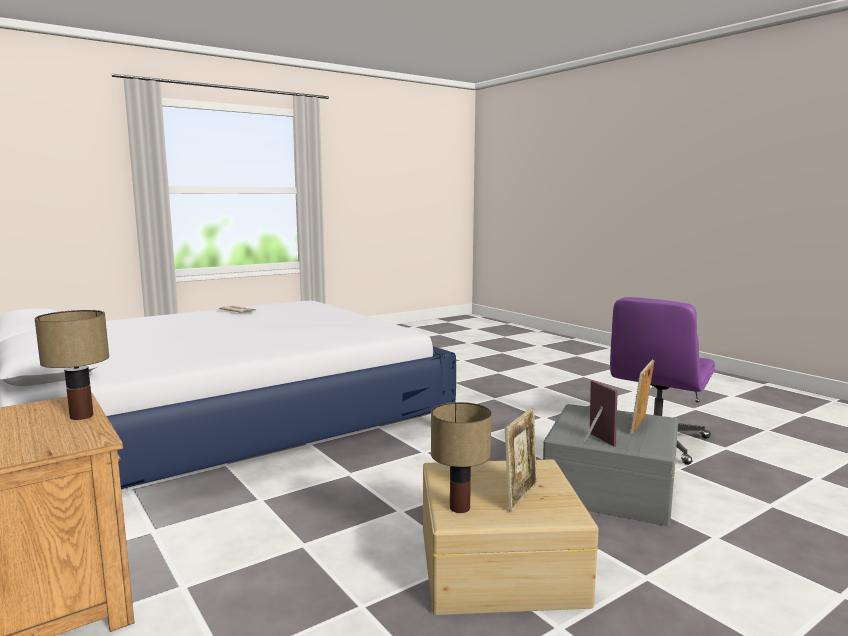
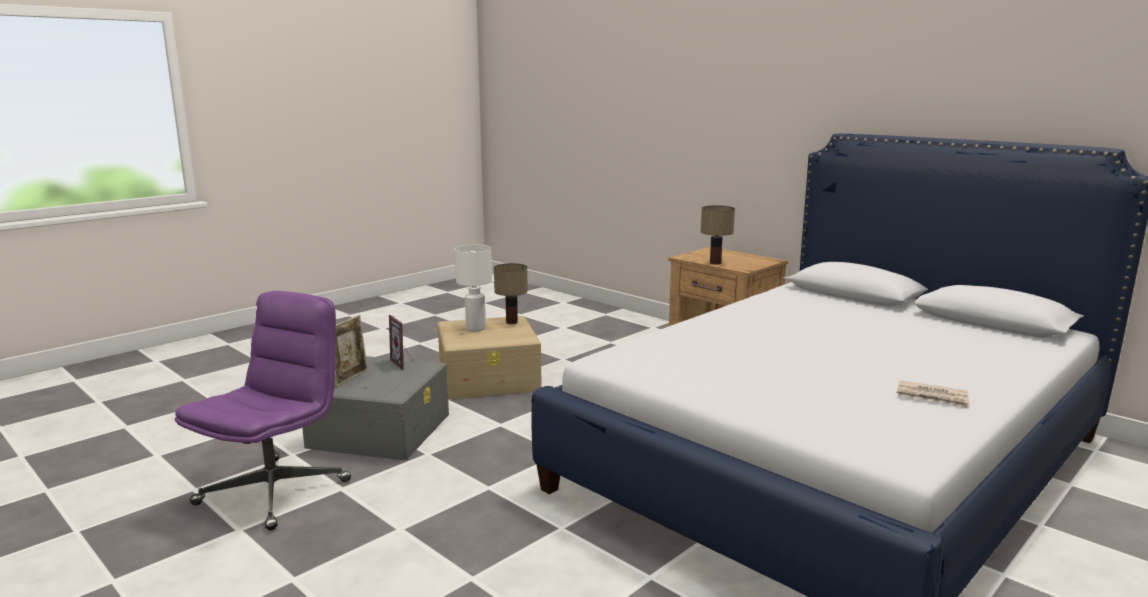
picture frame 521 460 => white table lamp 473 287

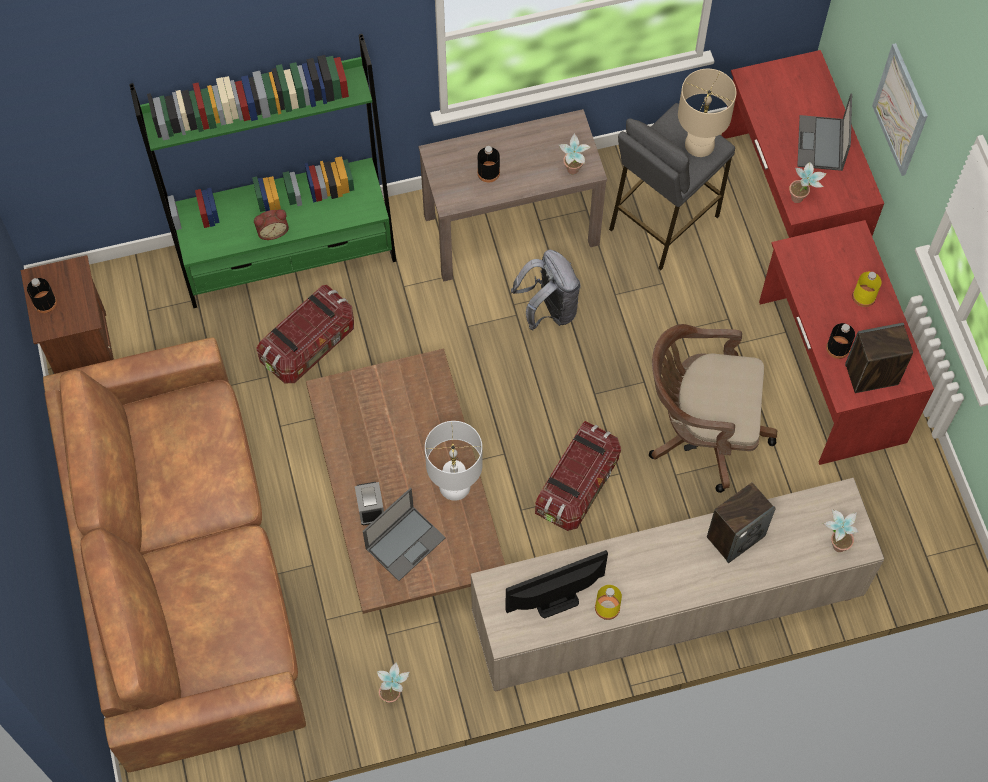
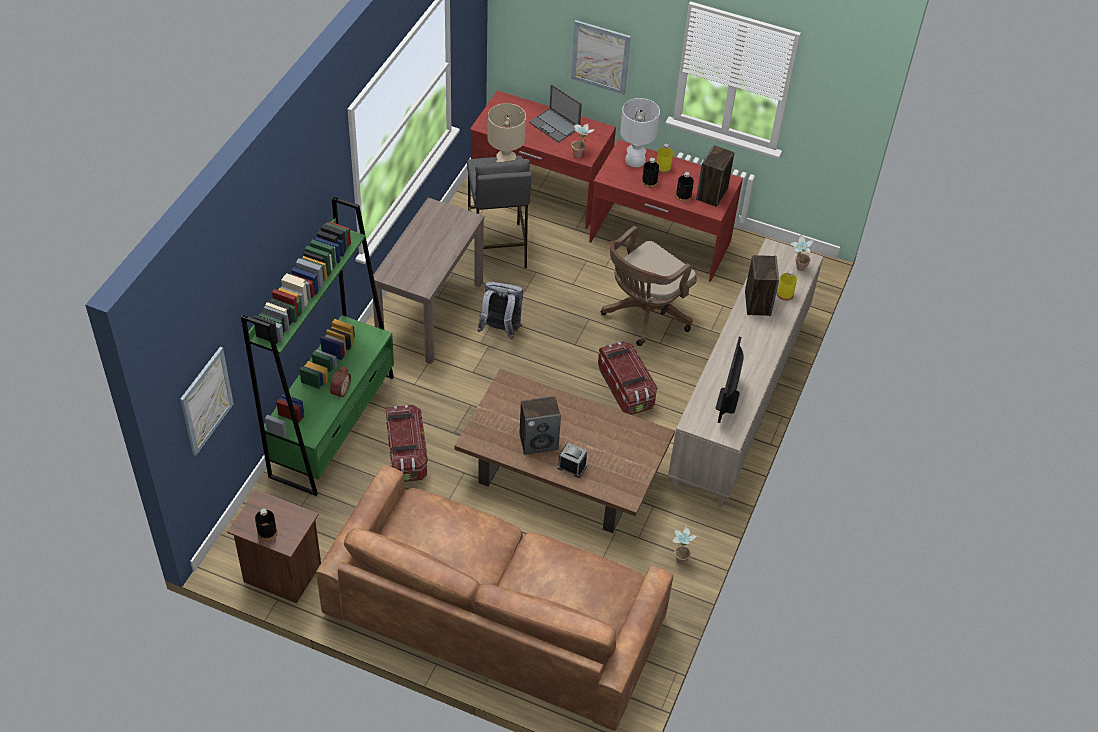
laptop 404 534 => nothing
potted plant 575 154 => nothing
nothing => picture 207 401
nothing => speaker 540 425
white table lamp 454 461 => white table lamp 640 132, shifted
black bottle 488 164 => black bottle 650 173, shifted
yellow bottle 608 602 => yellow bottle 787 285, shifted

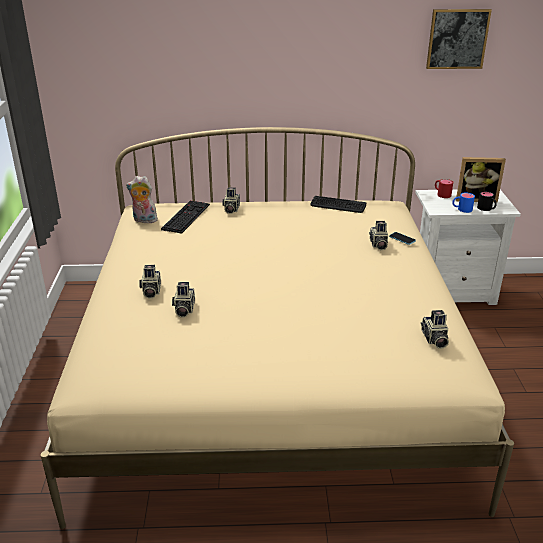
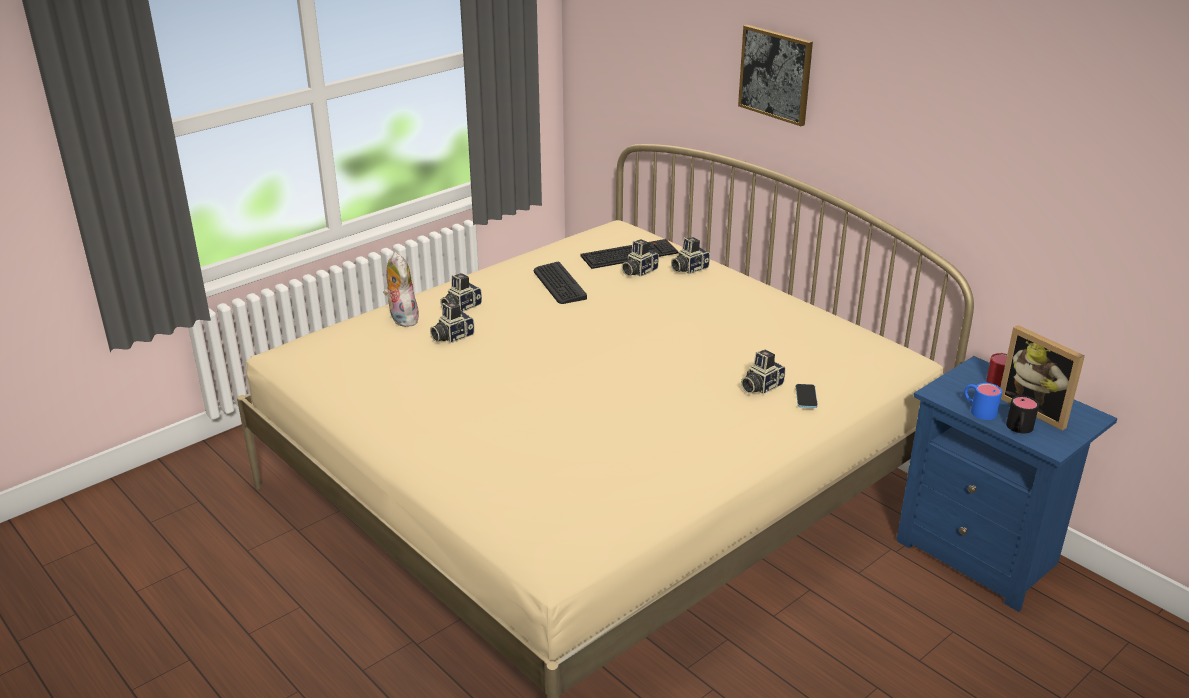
plush toy 142 199 => plush toy 401 289, shifted
keyboard 338 204 => keyboard 560 283, shifted
photo camera 435 329 => photo camera 640 258, shifted
picture 459 39 => picture 775 75, shifted
white nightstand 468 247 => blue nightstand 1007 484

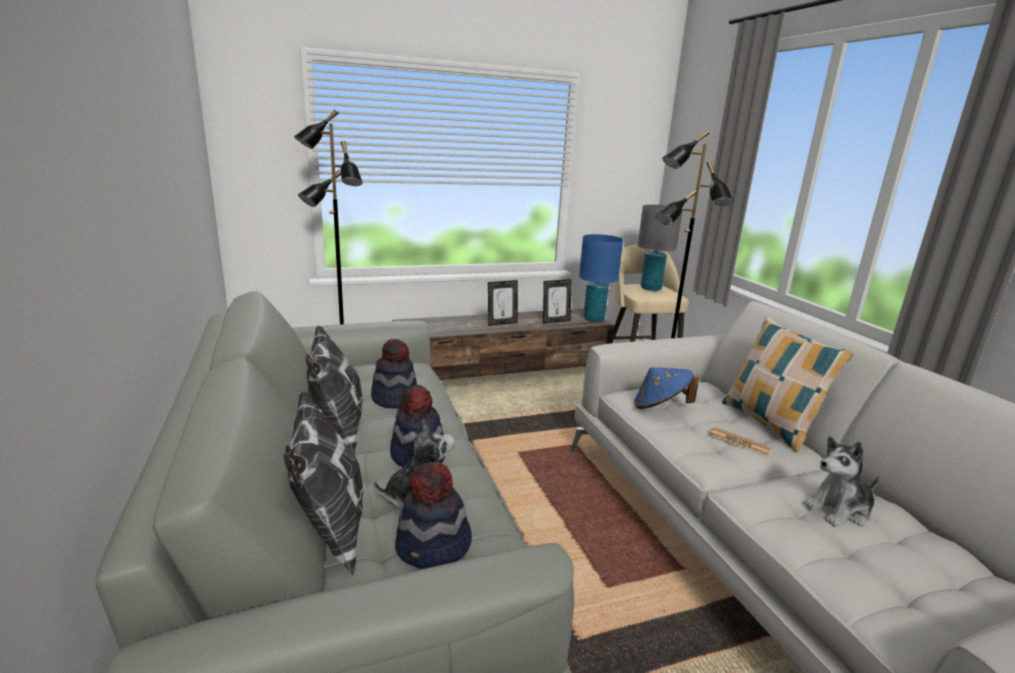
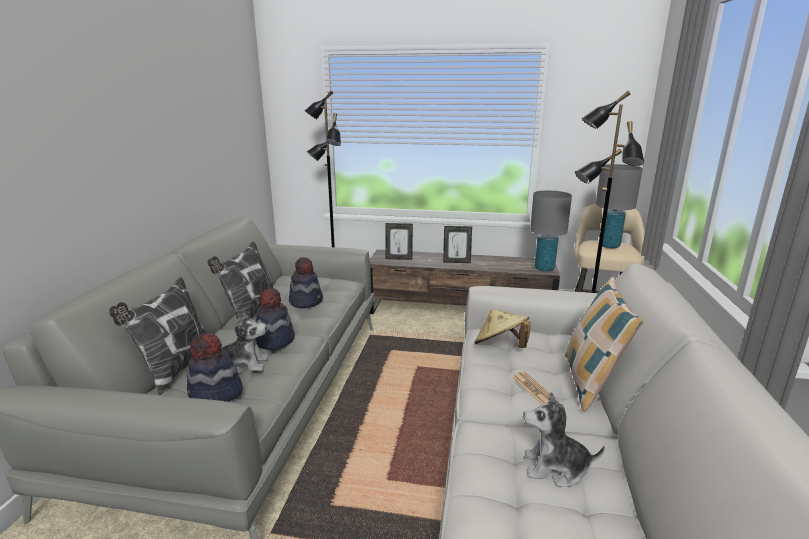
picture frame 557 301 => picture frame 399 241, shifted
blue table lamp 601 278 => grey table lamp 551 231
blue hat 666 388 => beige hat 503 328

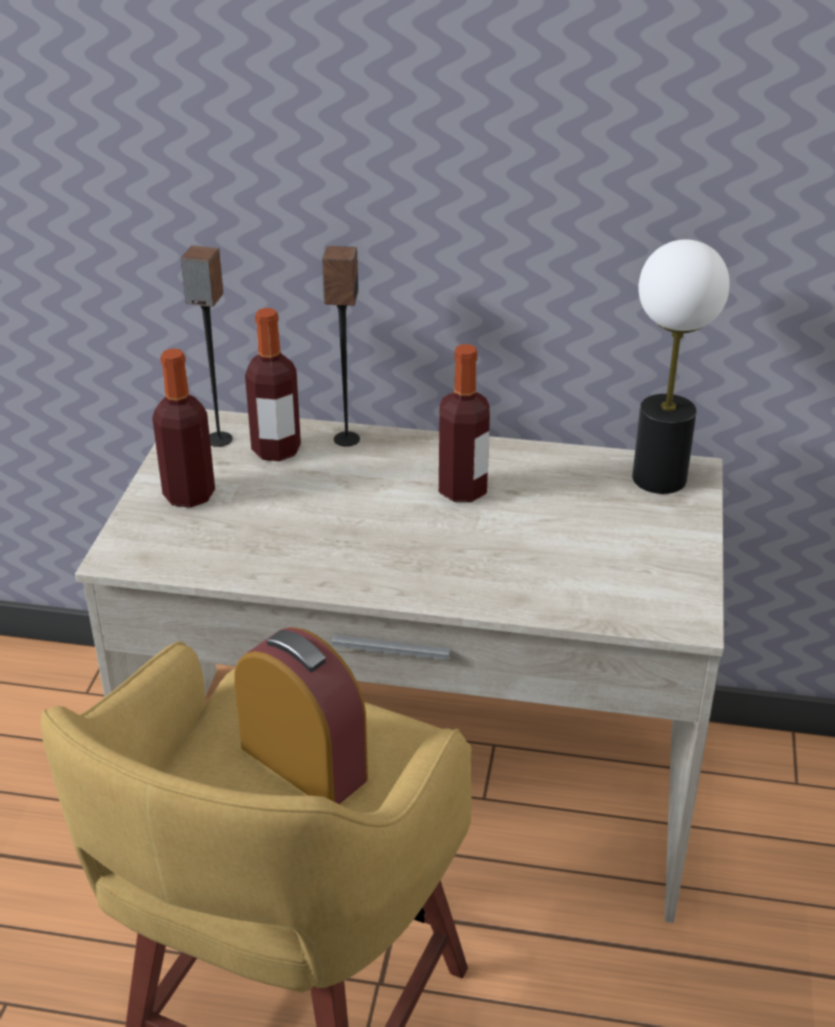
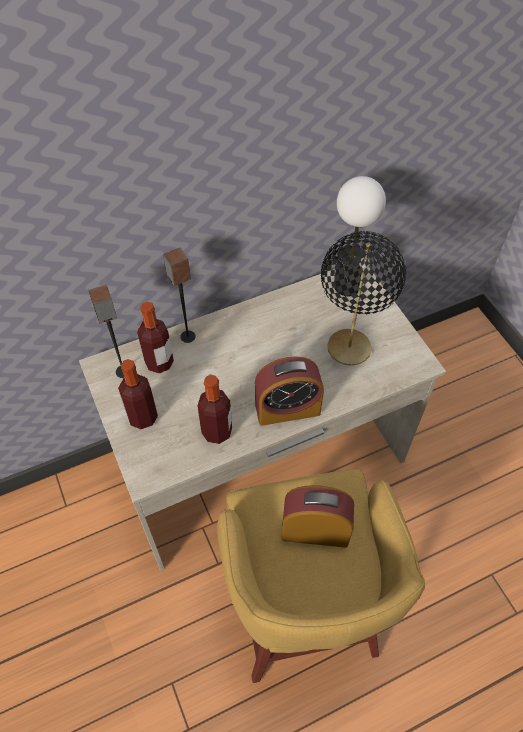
nothing => alarm clock 289 391
nothing => black table lamp 363 298
bottle 464 423 => bottle 214 409, shifted

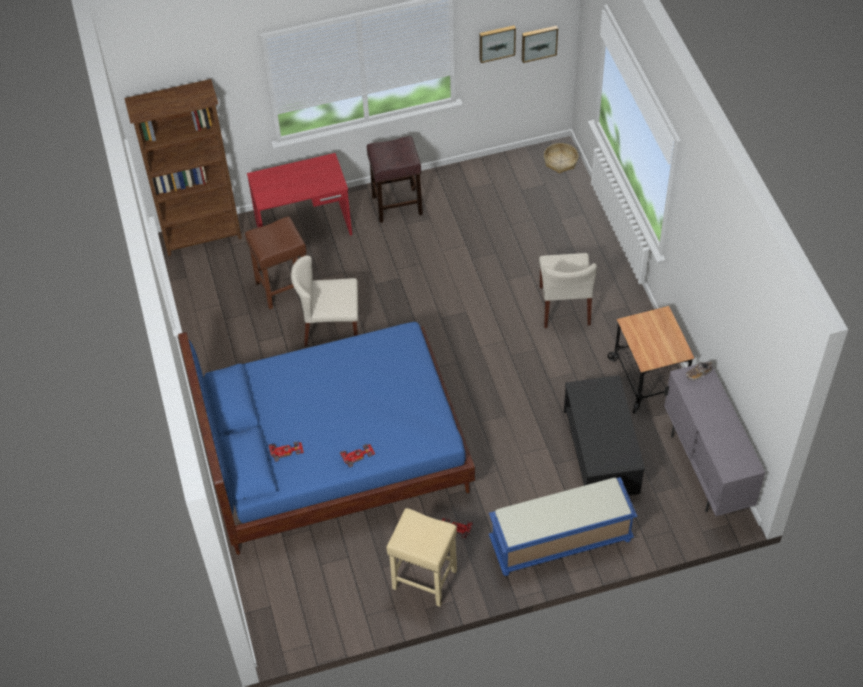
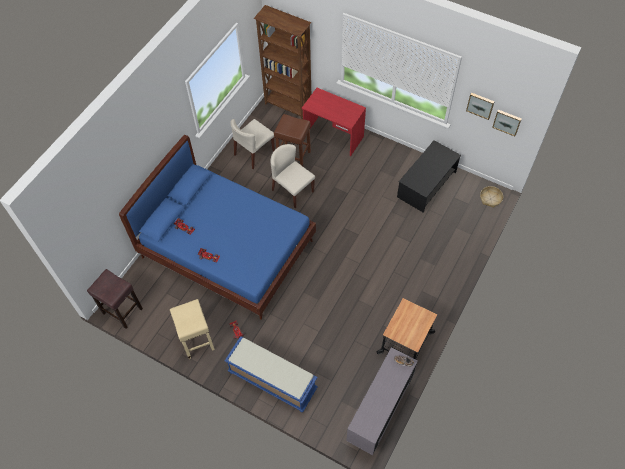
brown stool 395 179 => brown stool 115 299, shifted
beige chair 568 290 => beige chair 252 144, shifted
black coffee table 604 435 => black coffee table 429 176, shifted

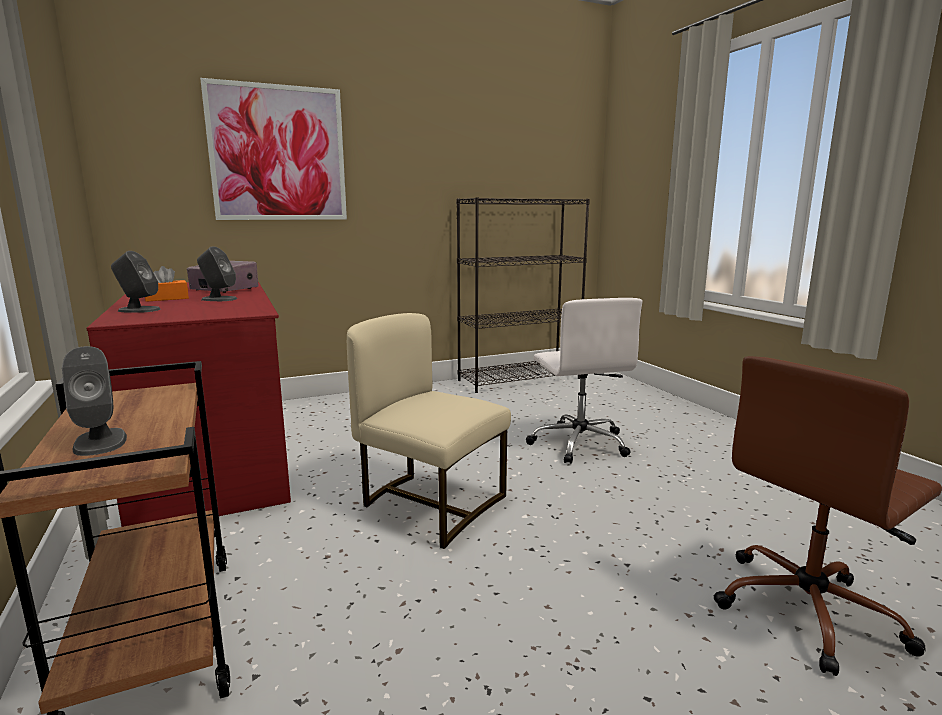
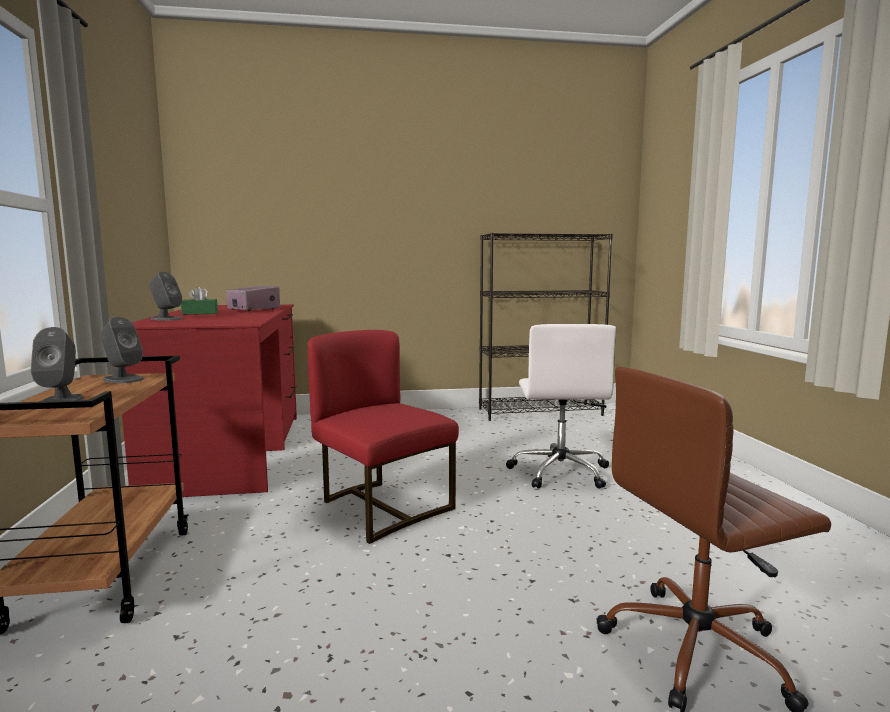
picture 273 149 => nothing
grey speaker 217 273 => grey speaker 122 350, shifted
orange tissue box 167 284 => green tissue box 199 301
beige chair 429 431 => red chair 383 437

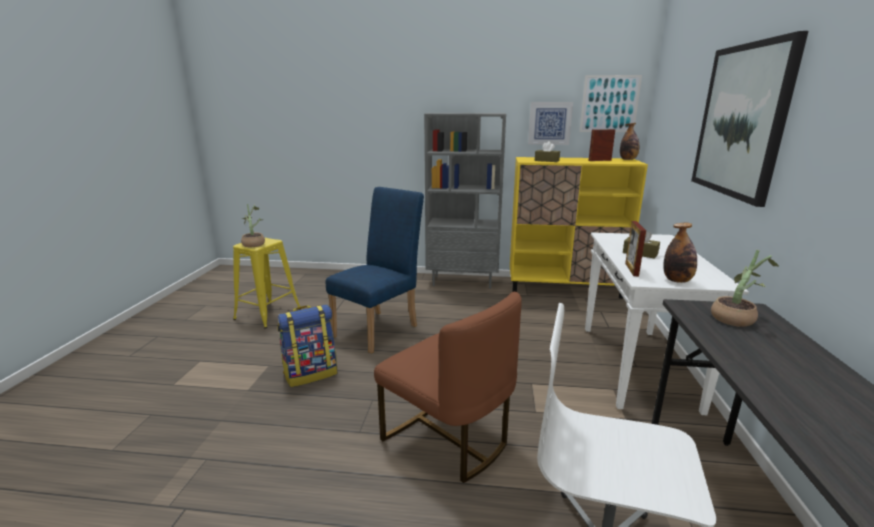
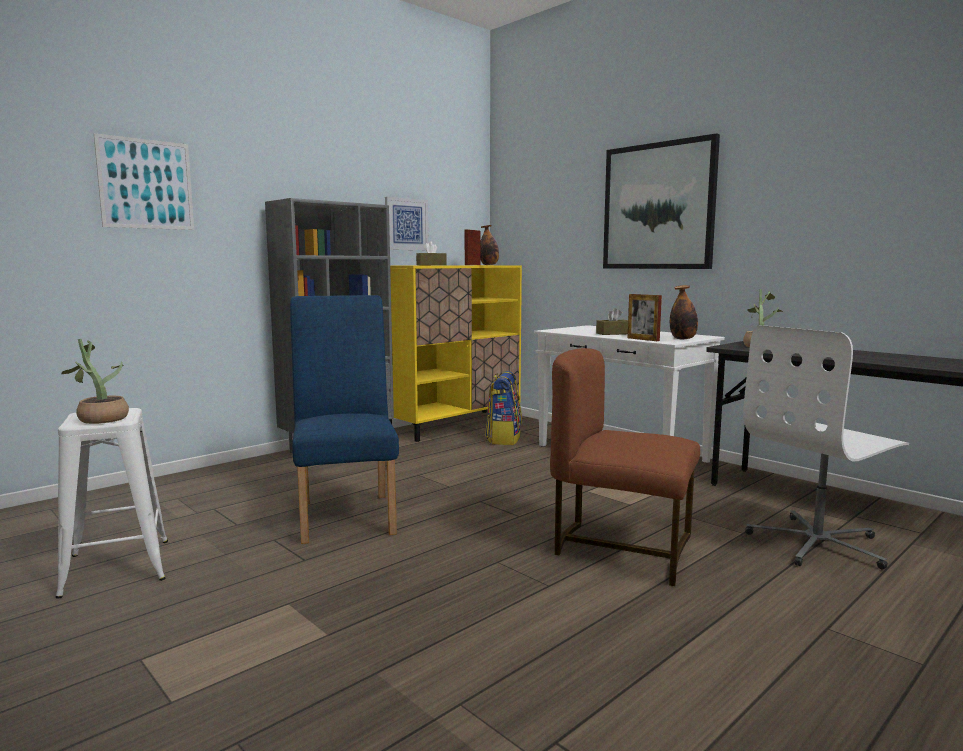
backpack 307 345 => backpack 503 408, shifted
picture 611 103 => picture 144 181, shifted
yellow stool 266 283 => white stool 111 503
brown chair 448 387 => brown chair 625 467, 150 degrees counterclockwise

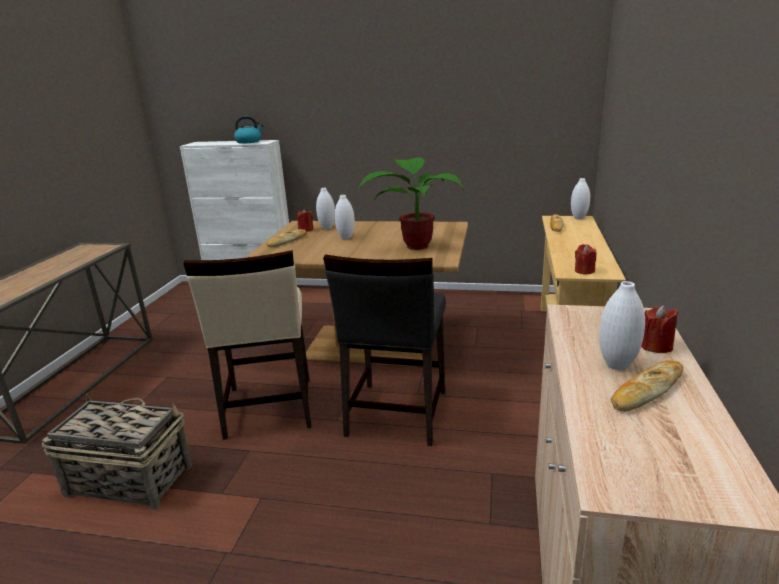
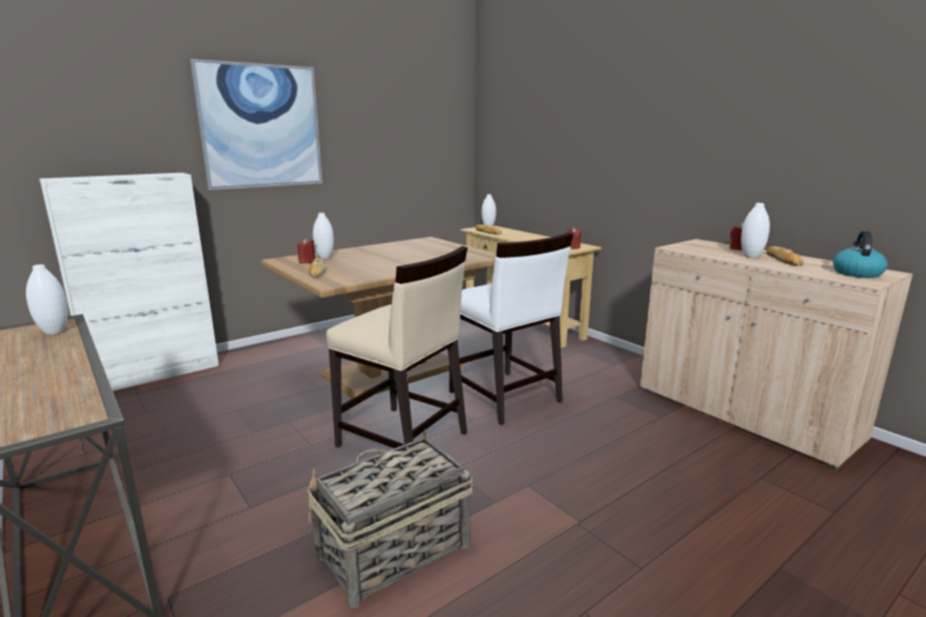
potted plant 410 203 => nothing
nothing => picture 256 124
kettle 249 130 => kettle 860 254, shifted
white vase 345 217 => white vase 47 299, shifted
black chair 384 350 => white chair 511 329

